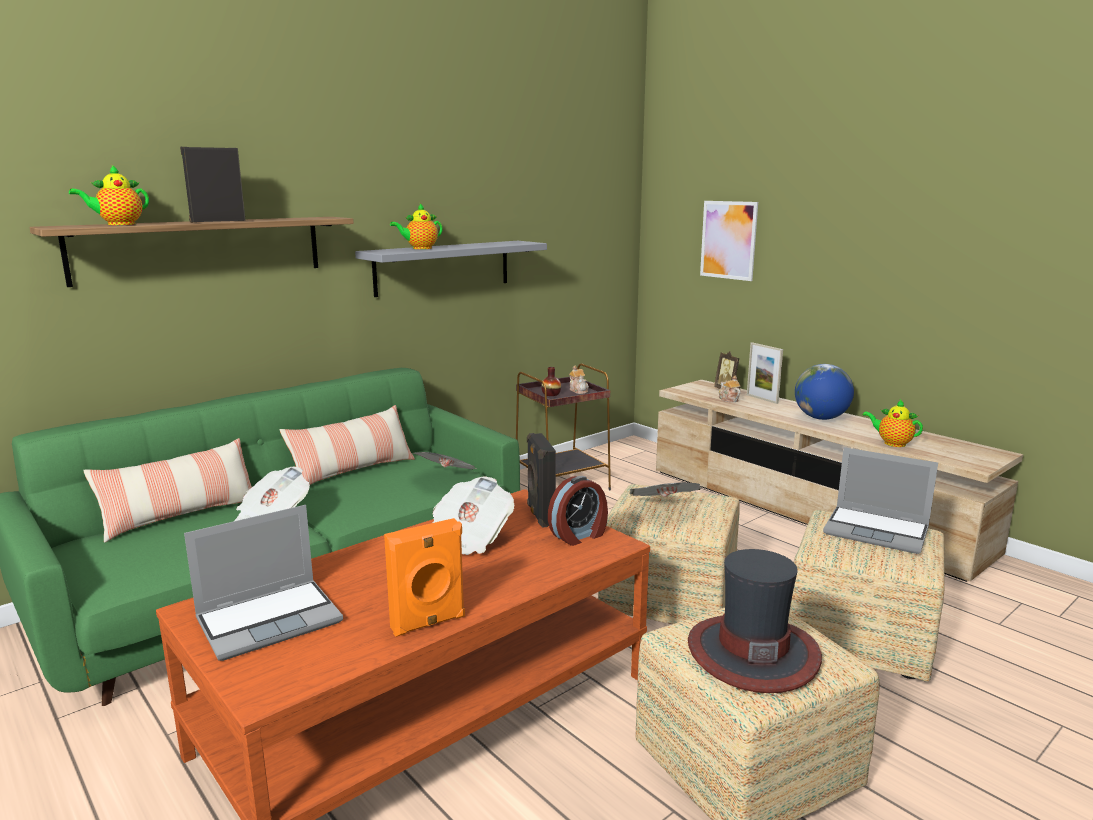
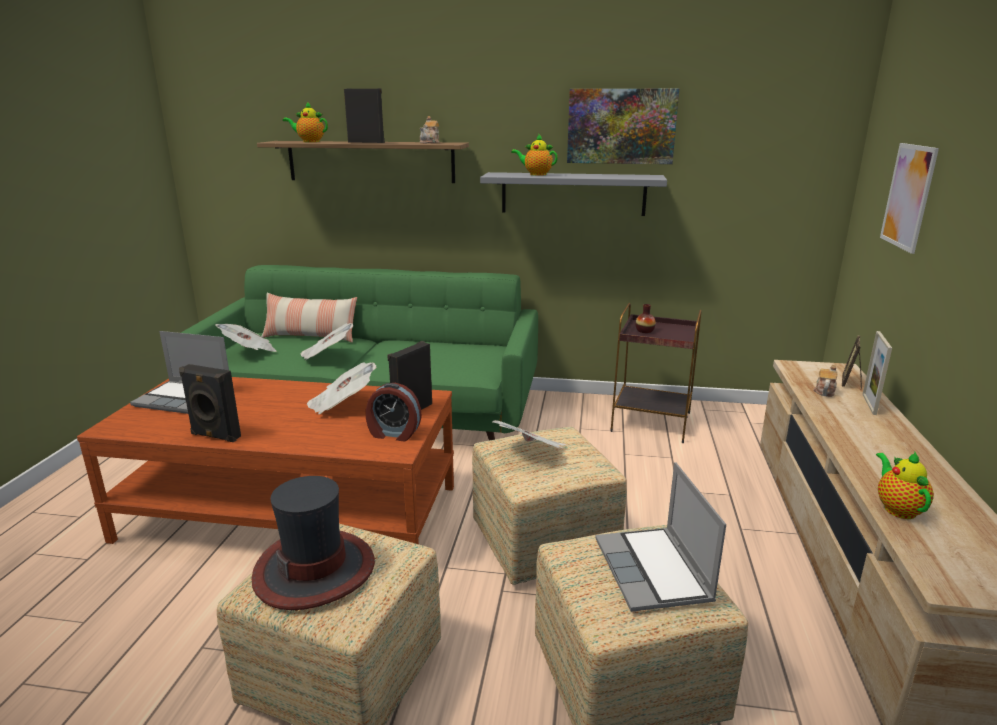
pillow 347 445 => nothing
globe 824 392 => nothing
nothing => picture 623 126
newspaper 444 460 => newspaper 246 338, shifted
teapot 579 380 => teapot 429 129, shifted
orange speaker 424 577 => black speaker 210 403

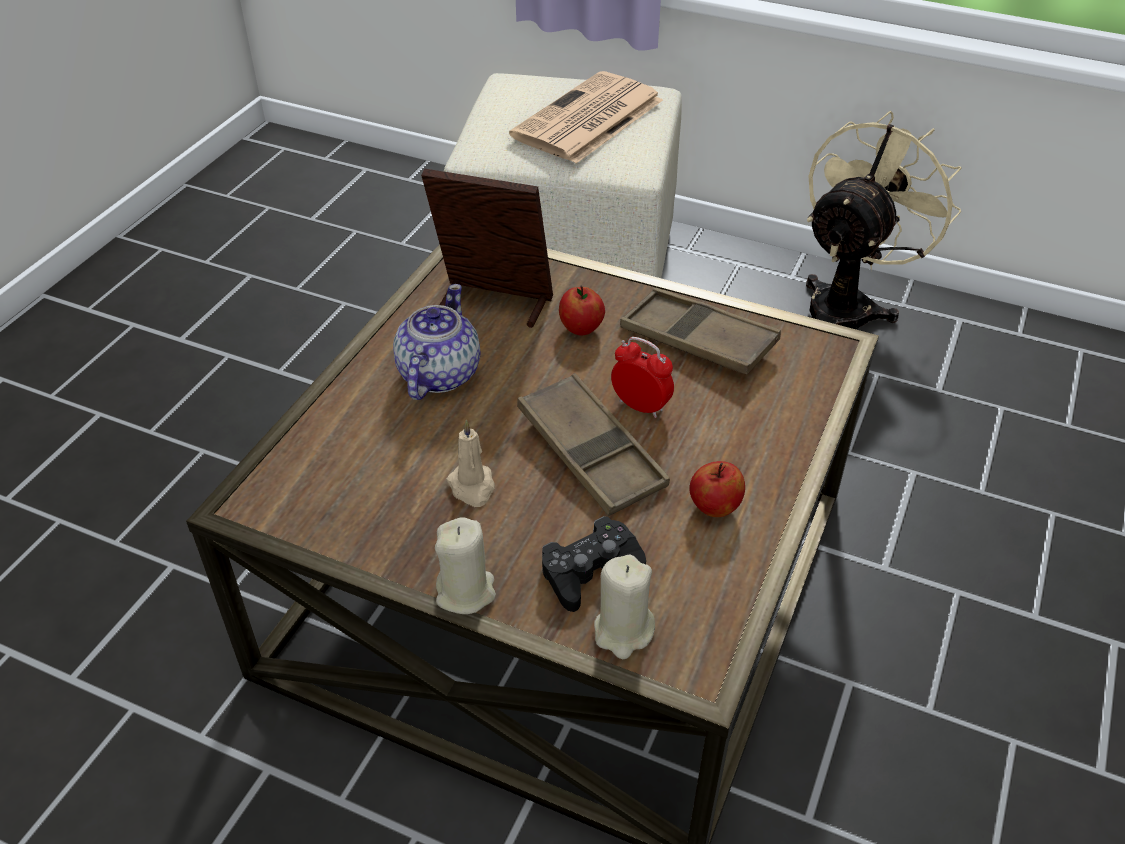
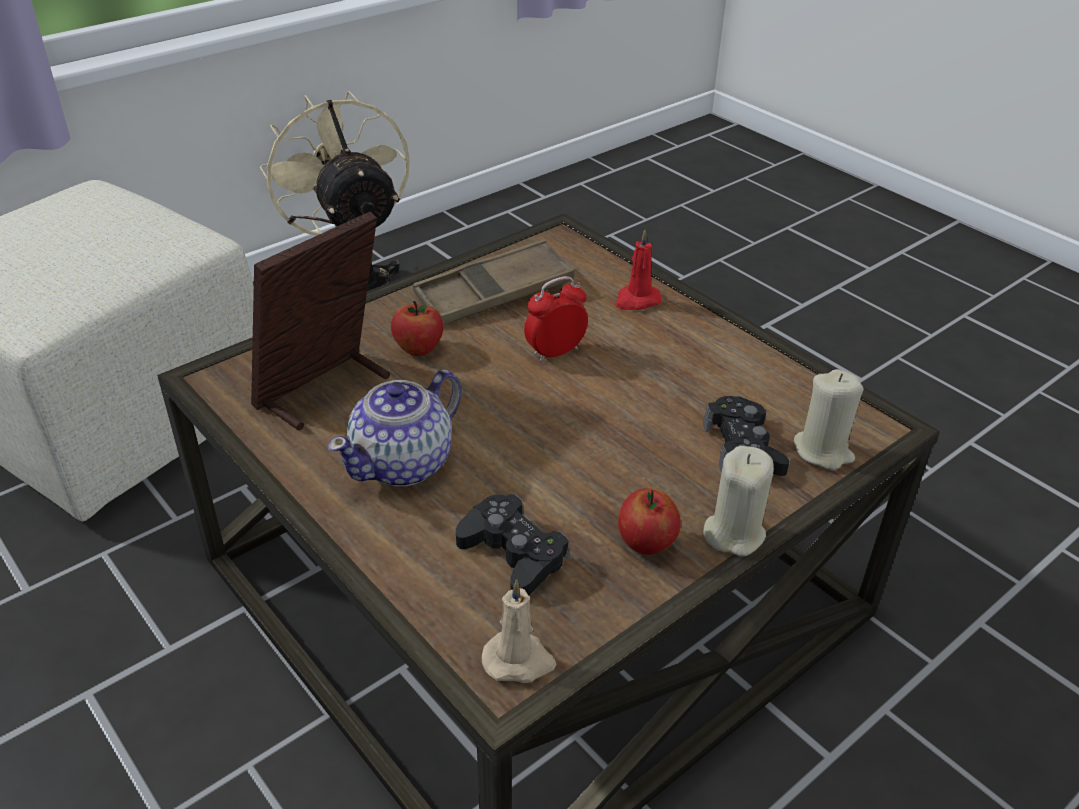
newspaper 586 117 => nothing
brown tray 593 444 => nothing
nothing => black game controller 512 544
nothing => red candle 638 270
beige candle 470 463 => beige candle 519 631, shifted
apple 717 489 => apple 649 521, shifted
teapot 437 342 => teapot 395 428, 90 degrees counterclockwise

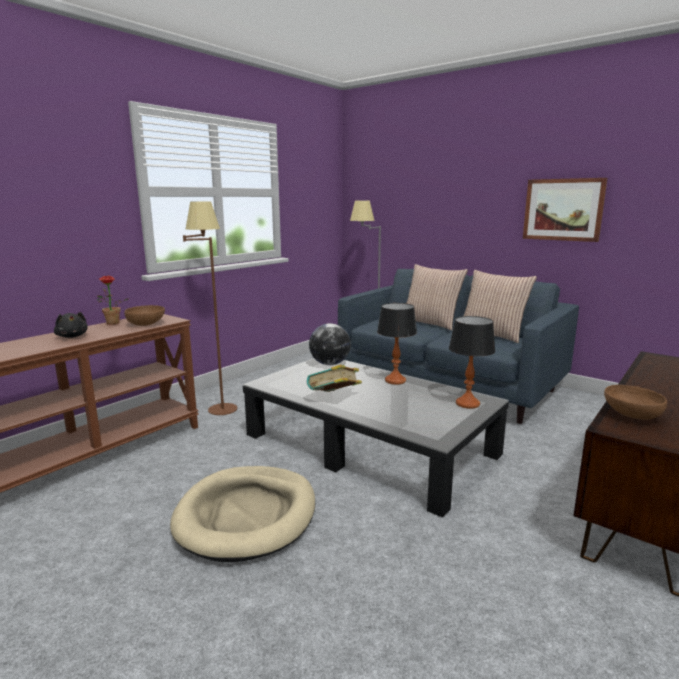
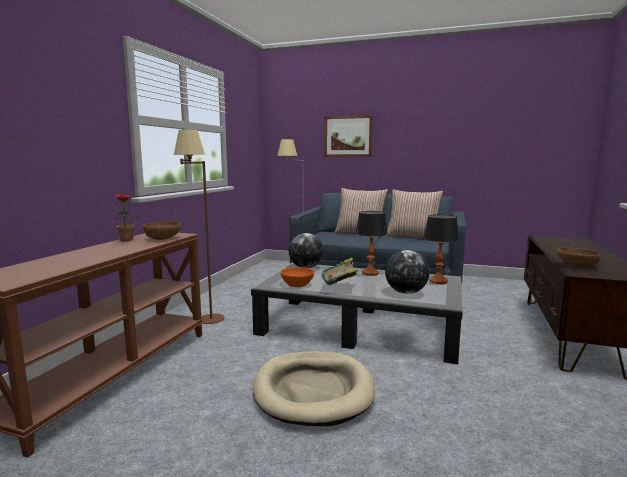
black plush toy 71 325 => nothing
nothing => orange bowl 297 277
nothing => globe 407 272
picture 565 210 => picture 348 136, shifted

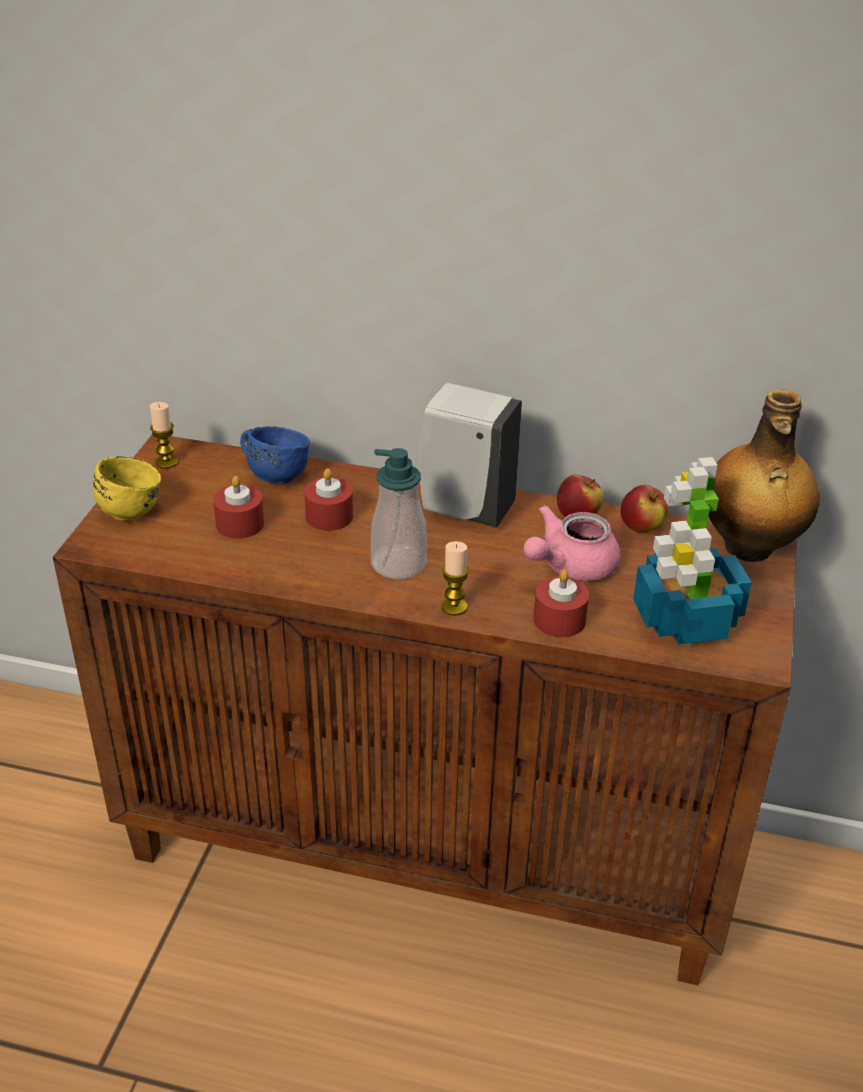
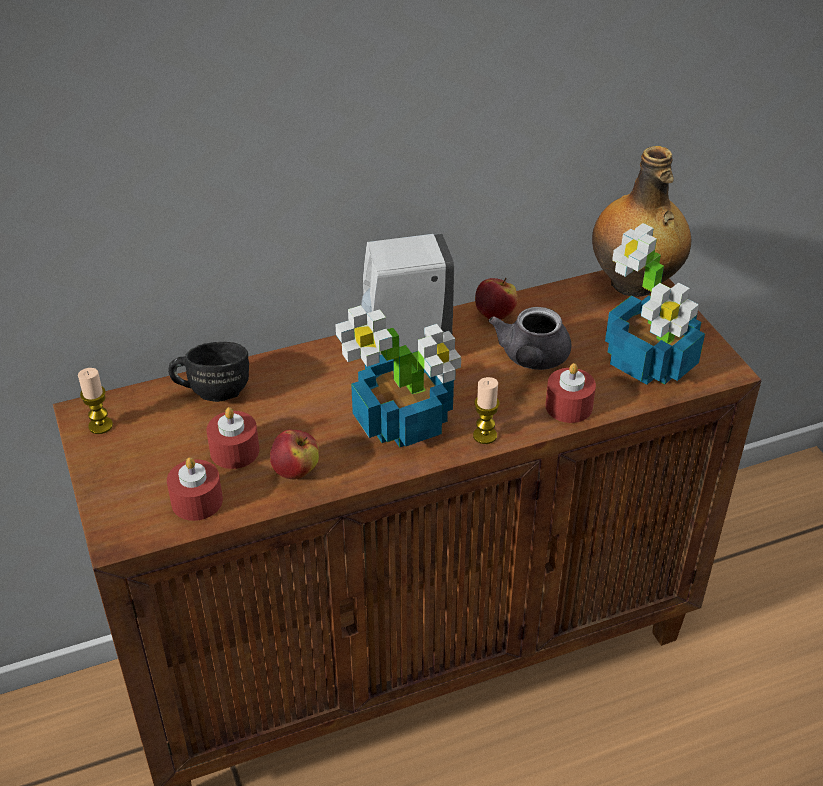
yellow mug 127 488 => nothing
red candle 328 500 => red candle 195 489, shifted
apple 645 508 => apple 294 455, shifted
soap dispenser 399 513 => potted plant 398 376
blue mug 275 455 => black mug 208 372
pink teapot 571 543 => grey teapot 530 338

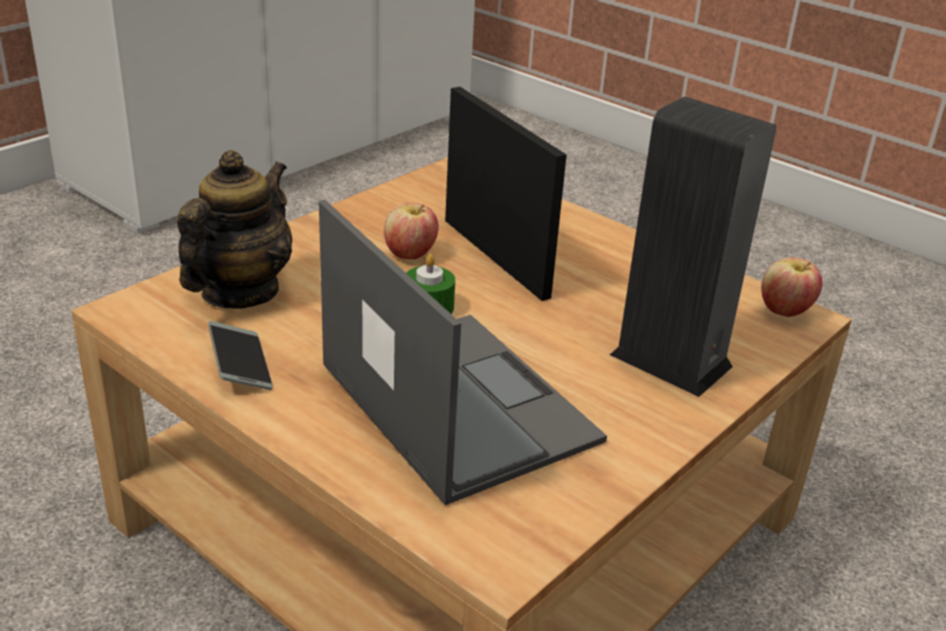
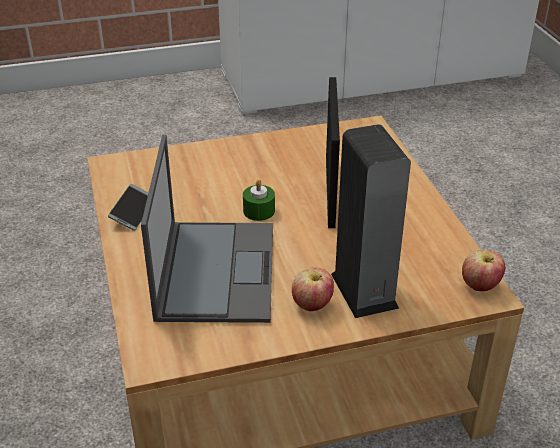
teapot 234 229 => nothing
apple 411 231 => apple 313 289, shifted

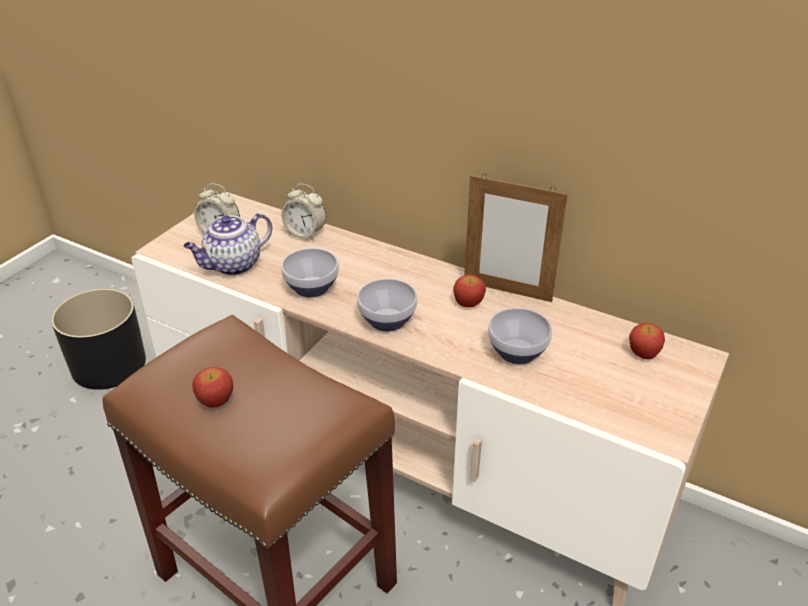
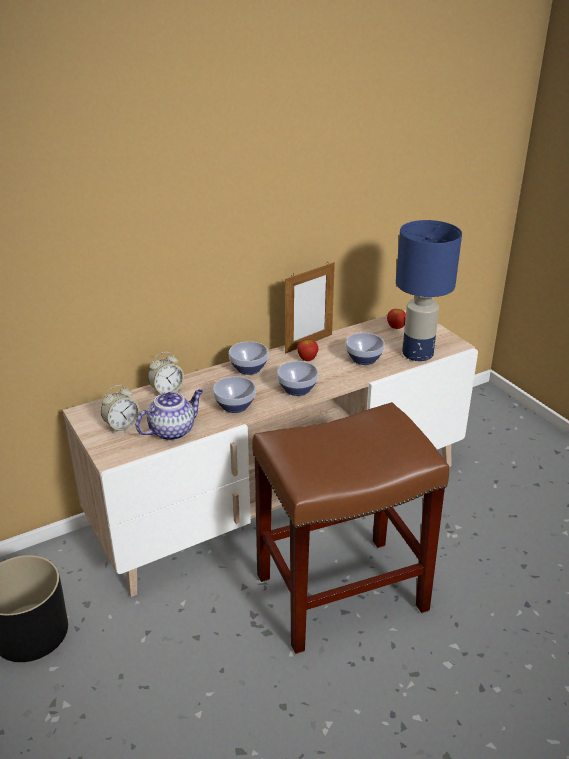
apple 212 387 => nothing
nothing => bowl 249 358
nothing => blue table lamp 429 290
teapot 227 244 => teapot 169 415, 120 degrees counterclockwise

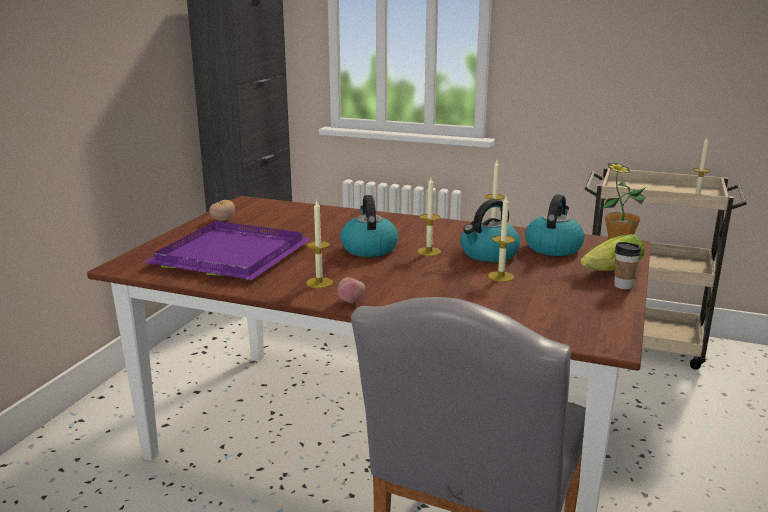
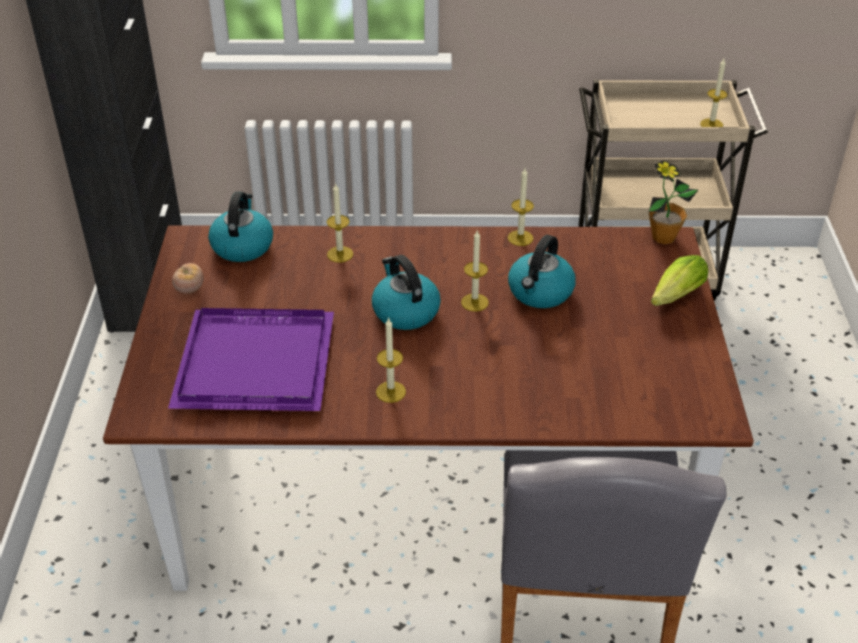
apple 351 290 => nothing
cup 627 265 => nothing
candle 501 239 => candle 340 223, shifted
kettle 555 225 => kettle 240 226, shifted

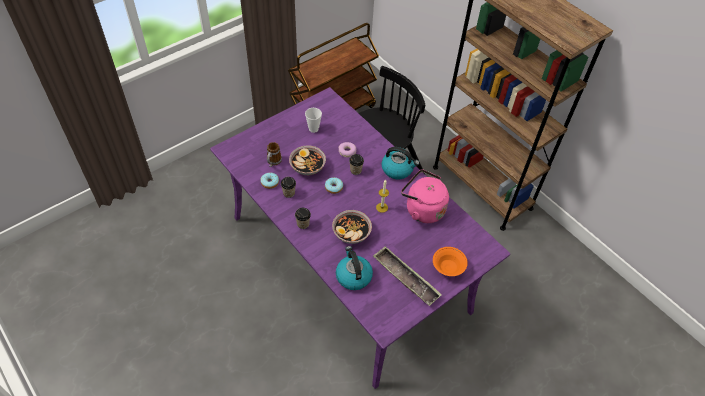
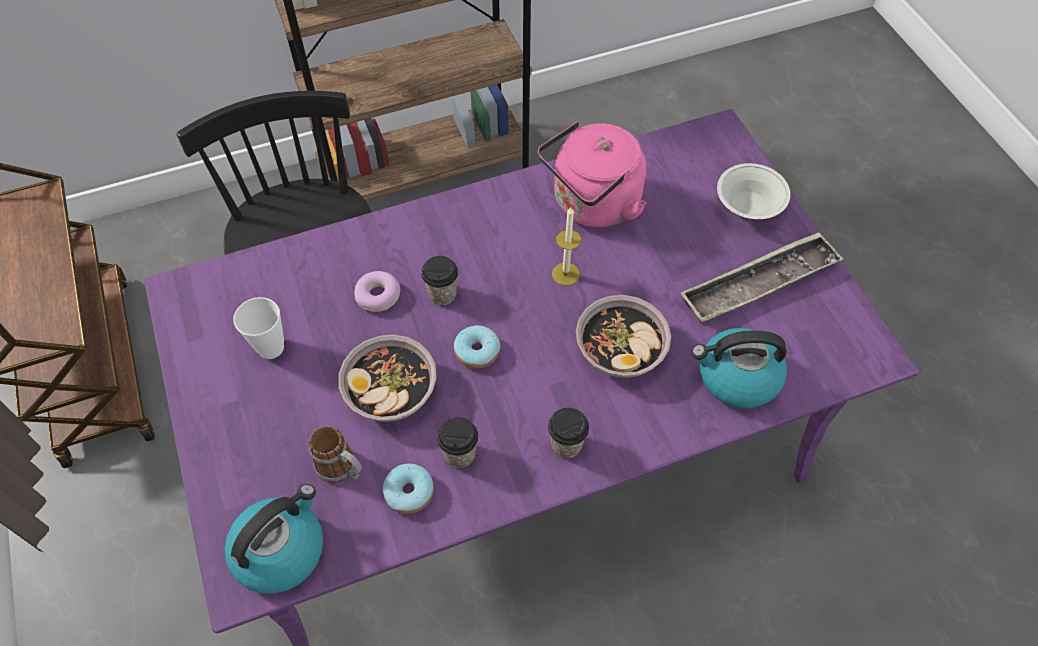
kettle 400 163 => kettle 274 538, shifted
orange bowl 450 261 => white bowl 754 191

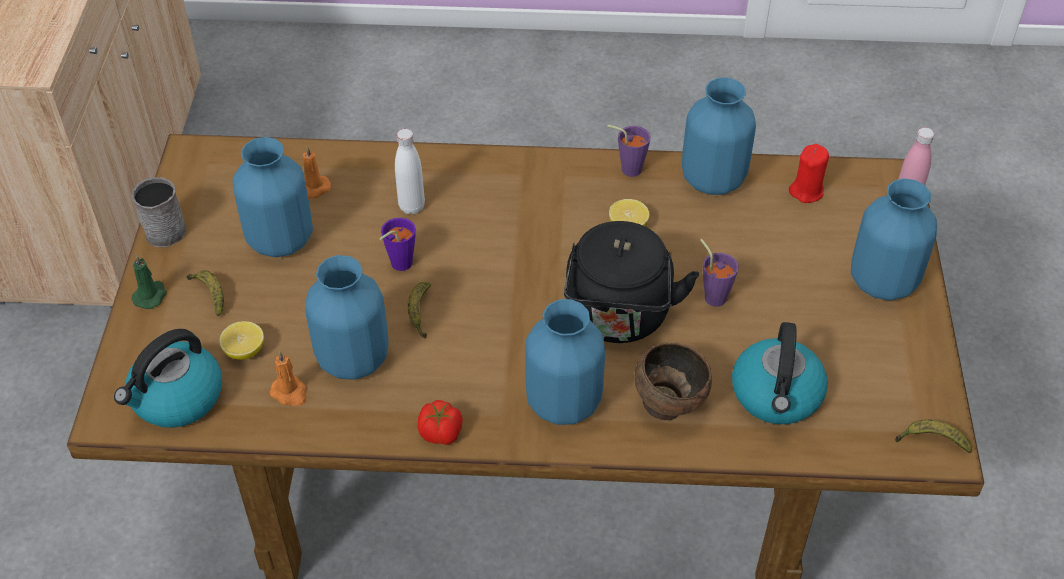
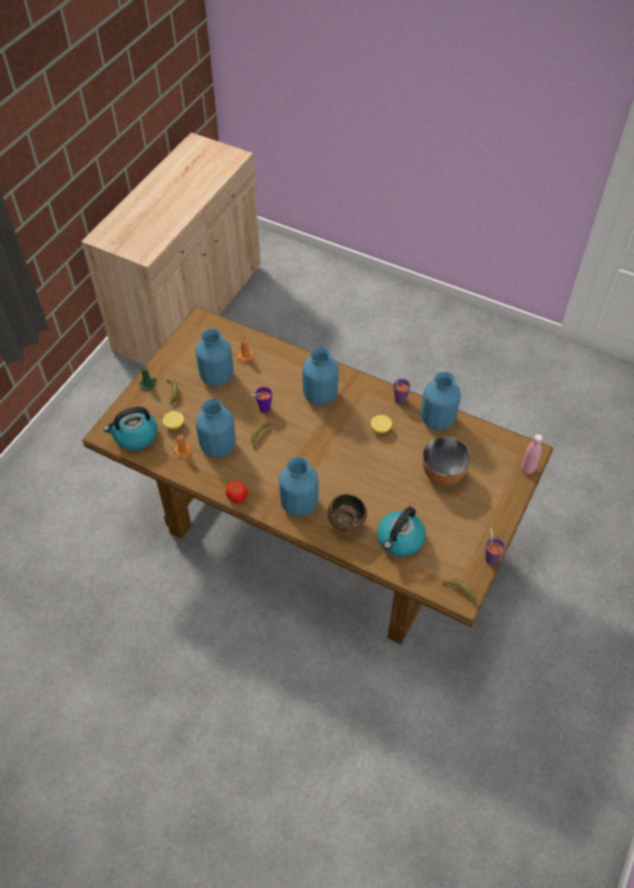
grey mug 159 212 => nothing
white bottle 410 171 => nothing
black kettle 631 282 => nothing
red candle 809 173 => nothing
nothing => bowl 446 461
purple cup 719 273 => purple cup 495 546, shifted
blue vase 894 239 => blue vase 320 376, shifted

